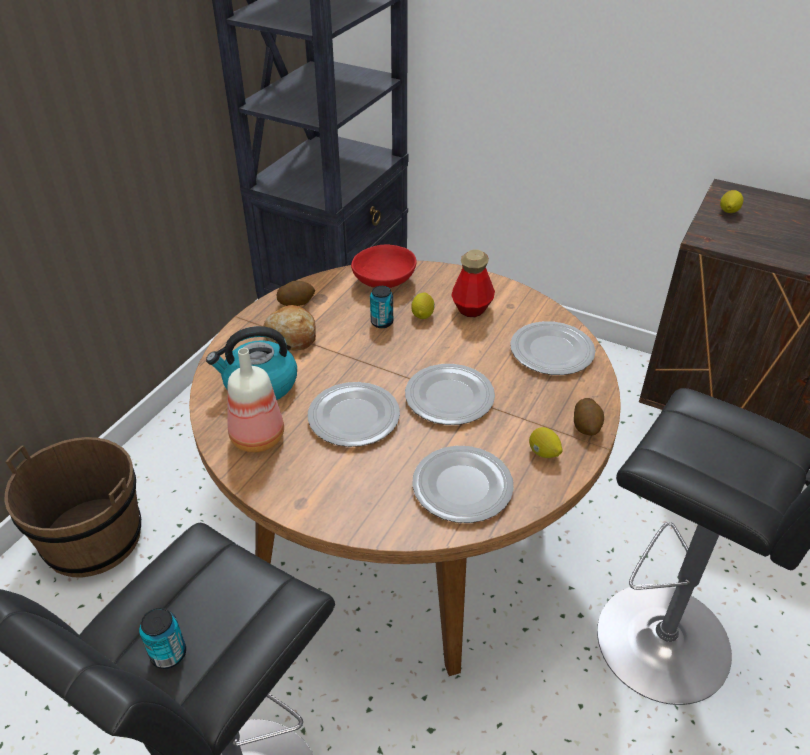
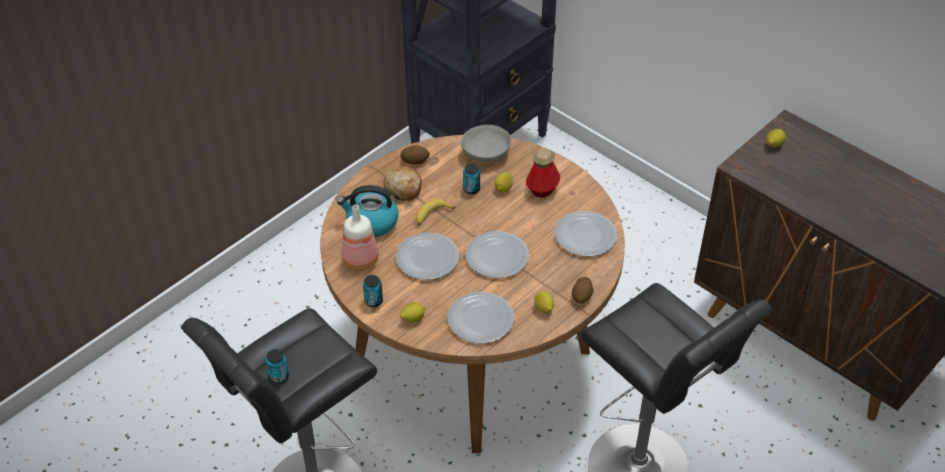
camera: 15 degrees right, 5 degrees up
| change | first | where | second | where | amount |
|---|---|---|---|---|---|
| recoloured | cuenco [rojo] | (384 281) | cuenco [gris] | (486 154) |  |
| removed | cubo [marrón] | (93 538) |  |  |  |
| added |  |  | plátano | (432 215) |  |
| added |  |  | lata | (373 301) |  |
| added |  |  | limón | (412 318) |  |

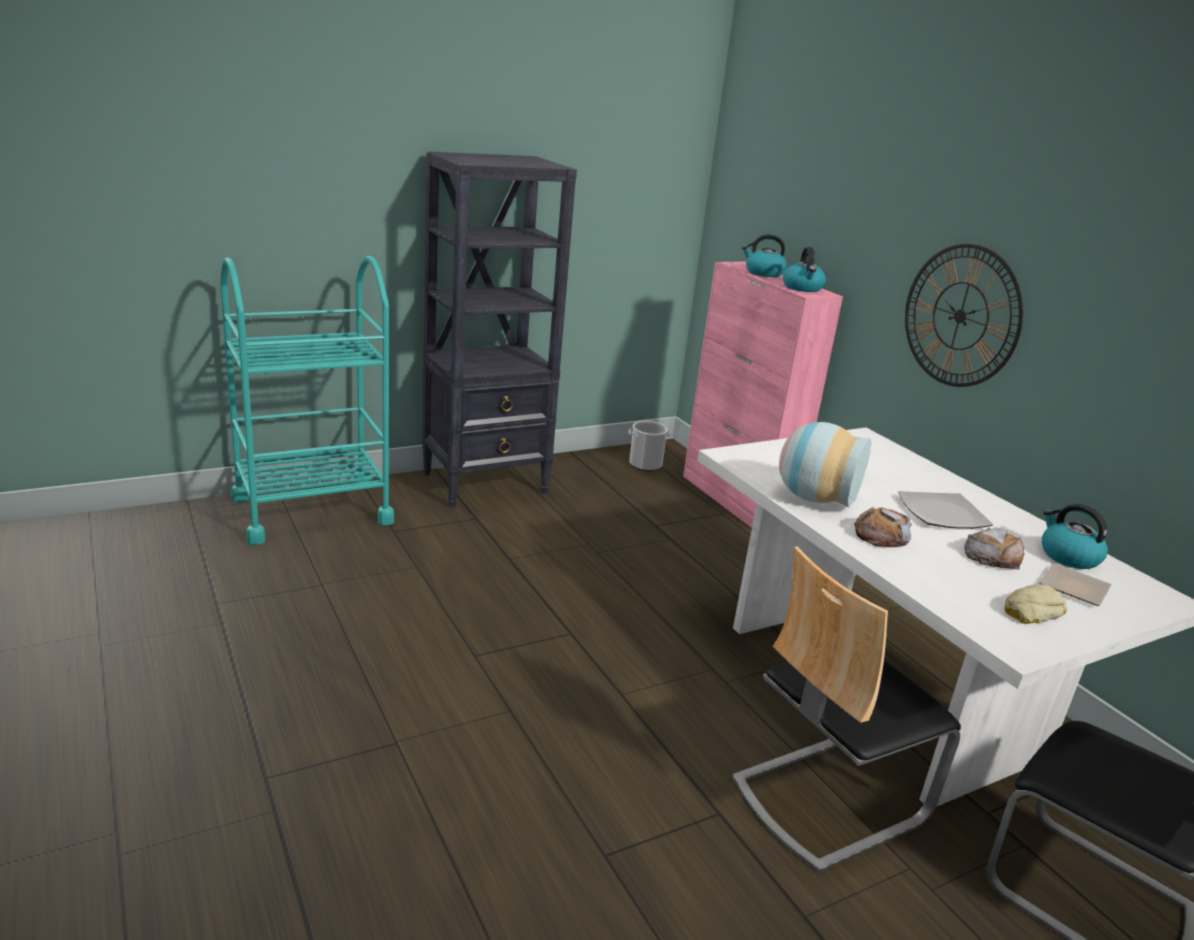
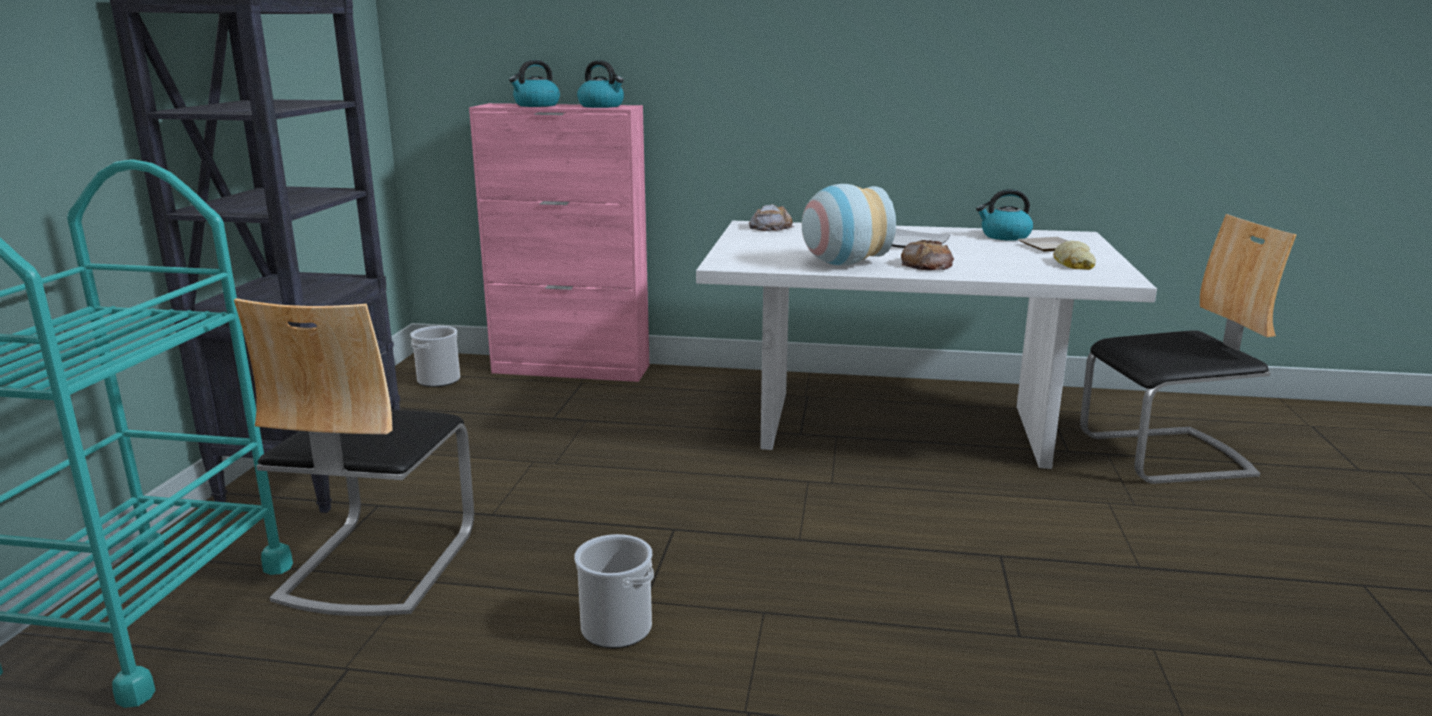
camera: 50 degrees left, 5 degrees down
| change | first | where | second | where | amount |
|---|---|---|---|---|---|
| removed | reloj de pared | (960 316) |  |  |  |
| moved | pan | (992 556) |  | (770 227) |  |
| moved | silla | (827 798) |  | (377 563) |  |
| added |  |  | cubo | (616 628) |  |

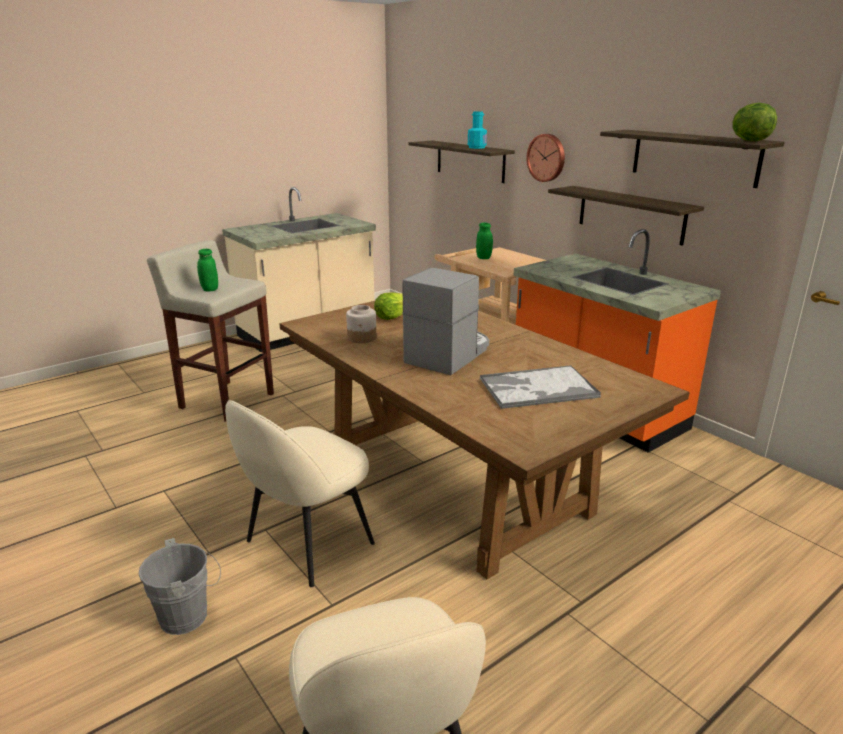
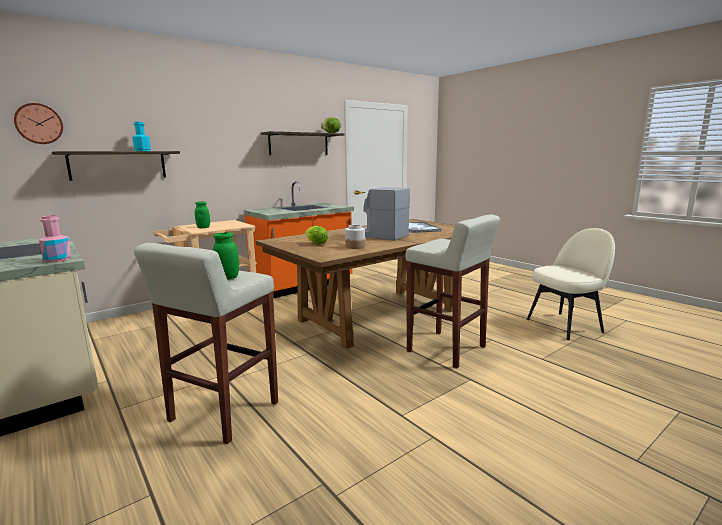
camera: 90 degrees left, 10 degrees down
| change | first | where | second | where | amount |
|---|---|---|---|---|---|
| moved | reloj de pared | (547 157) |  | (39 124) |  |
| removed | estante | (630 214) |  |  |  |
| replaced | silla [beis] | (307 544) | taburete [beis] | (447 349) |  |
| removed | cubo [gris] | (189 615) |  |  |  |
| added |  |  | botella [rosa] | (57 260) |  |

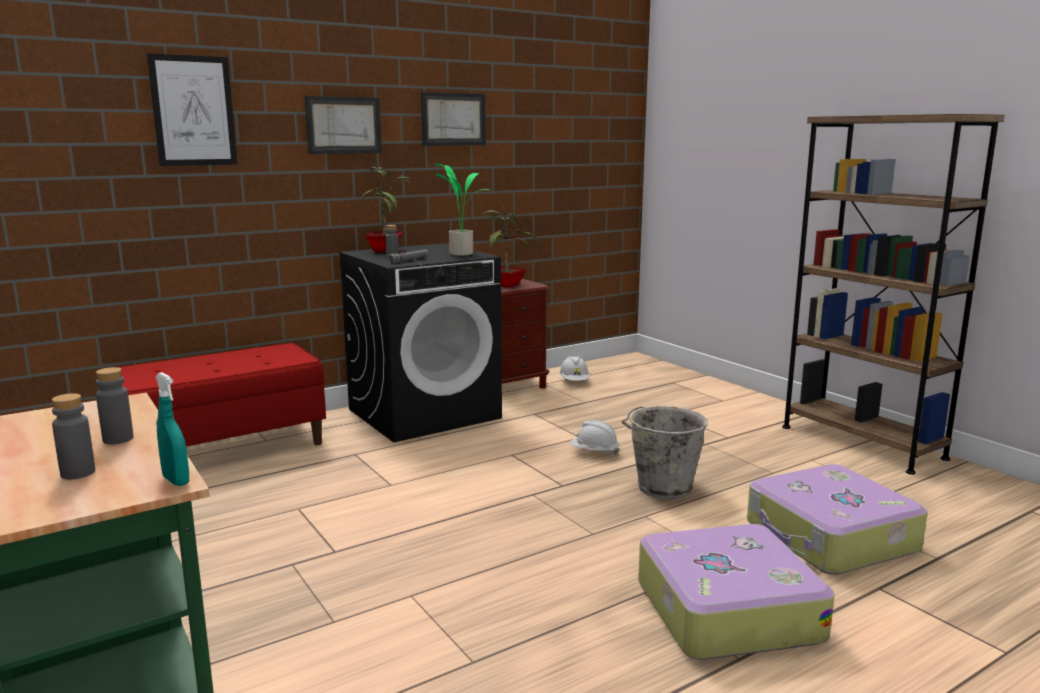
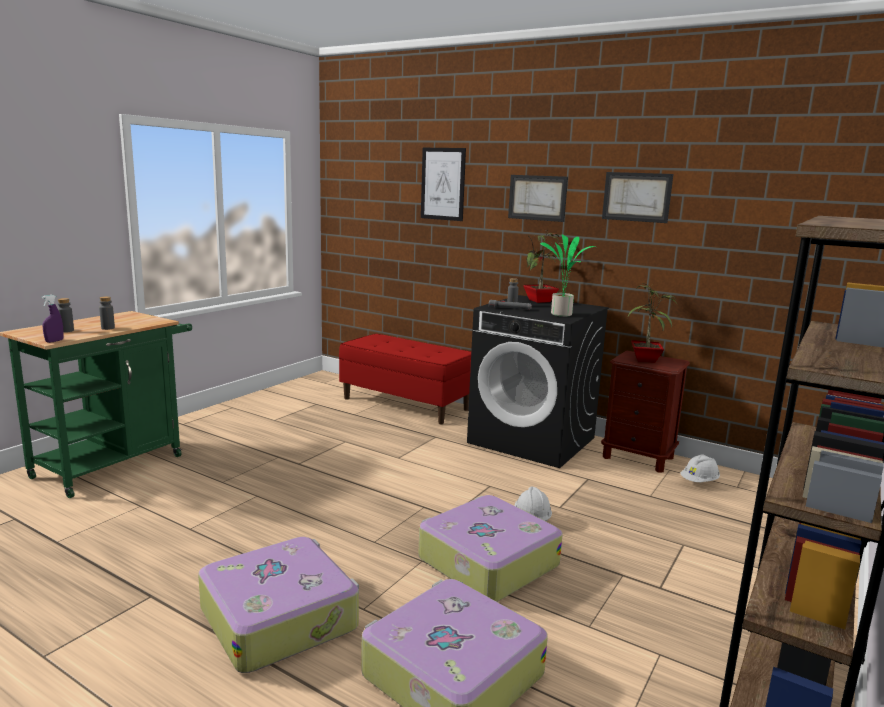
camera: 65 degrees right, 0 degrees up
| change | first | where | second | where | amount |
|---|---|---|---|---|---|
| recoloured | pulverizador [turquesa] | (176 480) | pulverizador [morado] | (54 341) |  |
| replaced | cubo [gris] | (662 488) | maleta | (486 562) |  |

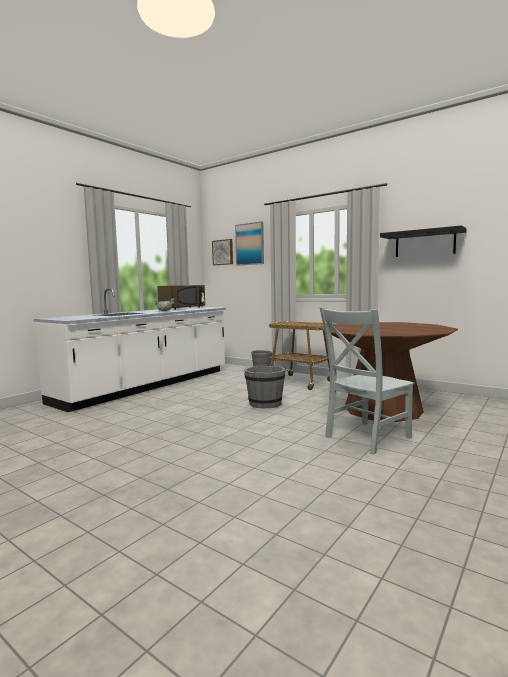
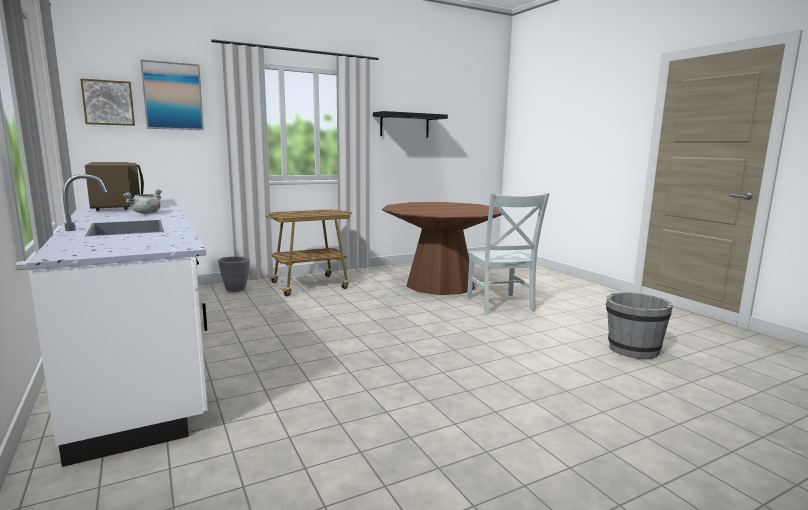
camera: 65 degrees left, 5 degrees up
| change | first | where | second | where | amount |
|---|---|---|---|---|---|
| moved | cubo [gris] | (265 404) |  | (632 350) |  |

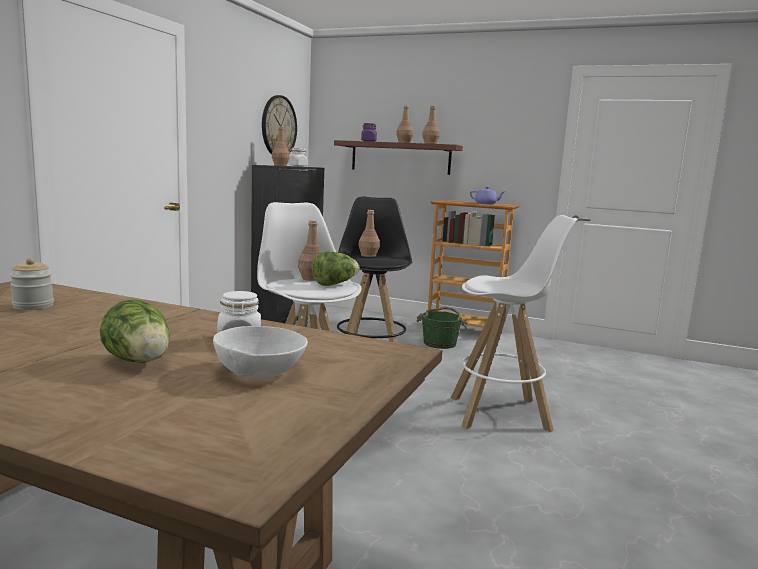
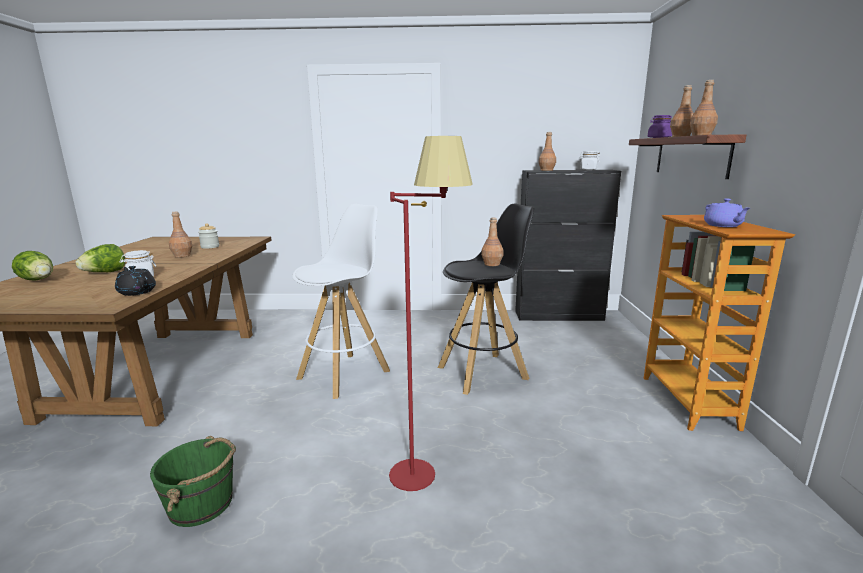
camera: 70 degrees right, 5 degrees up
| change | first | where | second | where | amount |
|---|---|---|---|---|---|
| removed | reloj de pared | (278 127) |  |  |  |
| replaced | taburete [blanco] | (501 413) | lámpara de pie [rojo] | (428 465) |  |
| moved | botella [marrón] | (311 278) |  | (182 255) |  |
| moved | lechuga | (334 284) |  | (39 280) |  |
| moved | cubo [verde] | (440 343) |  | (202 504) |  |
| removed | cuenco [blanco] | (260 372) |  |  |  |
| added |  |  | tetera [negro] | (137 292) |  |

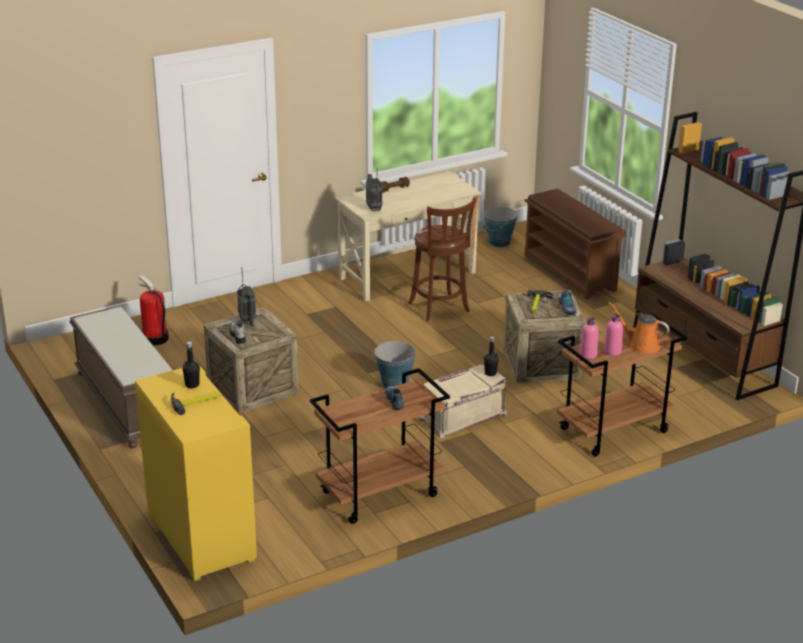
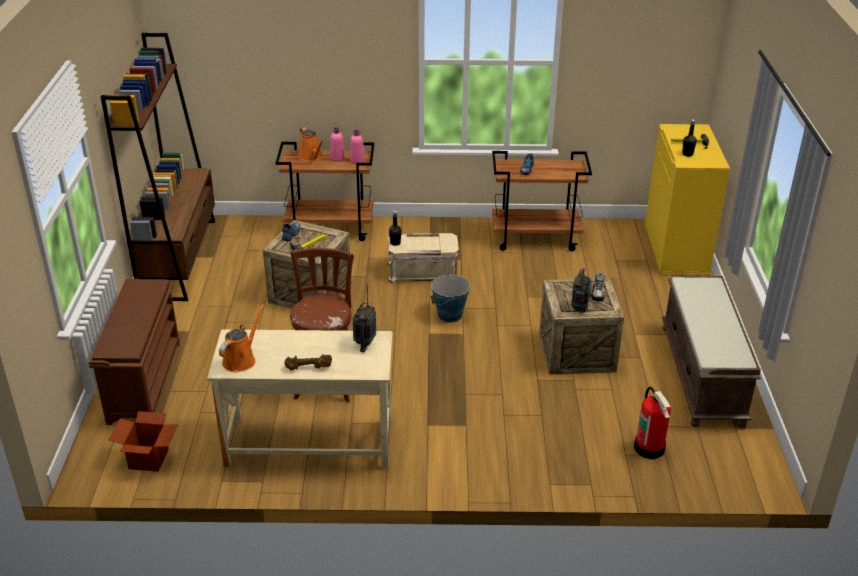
camera: 150 degrees left, 5 degrees up
| change | first | where | second | where | amount |
|---|---|---|---|---|---|
| replaced | cubo | (499 242) | caja de cartón | (148 459) |  |
| added |  |  | regadera [naranja] | (241 360) |  |

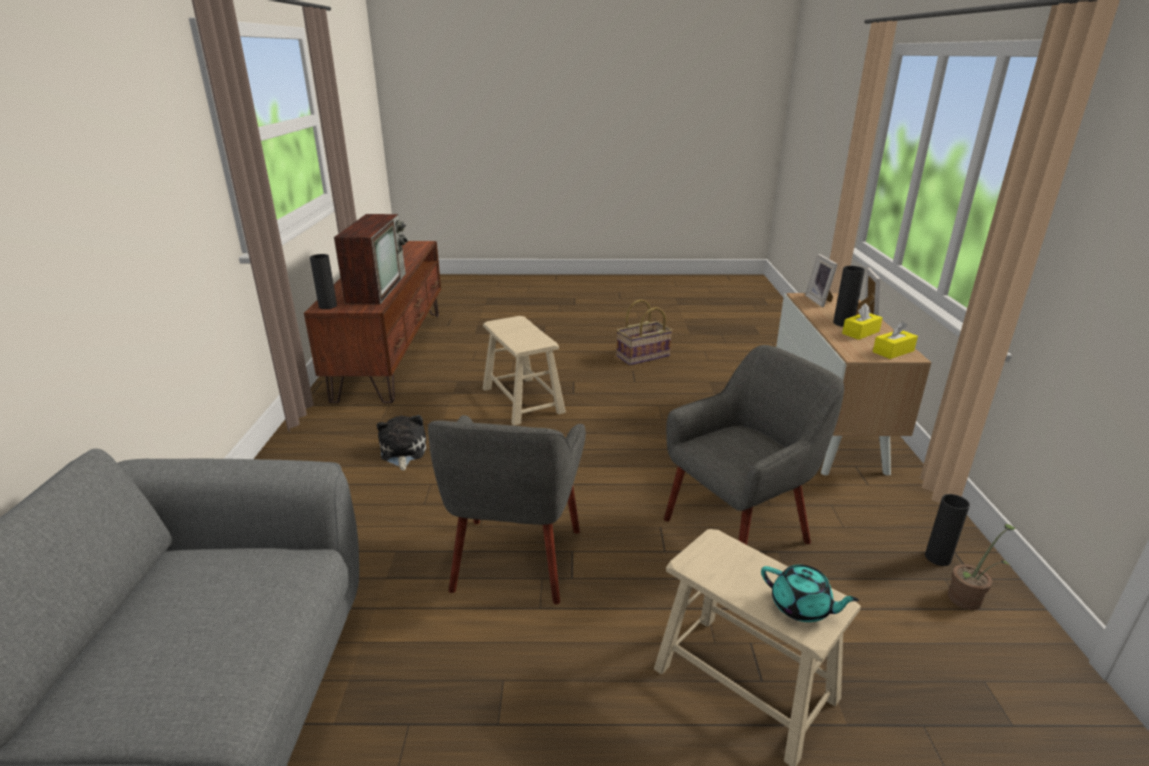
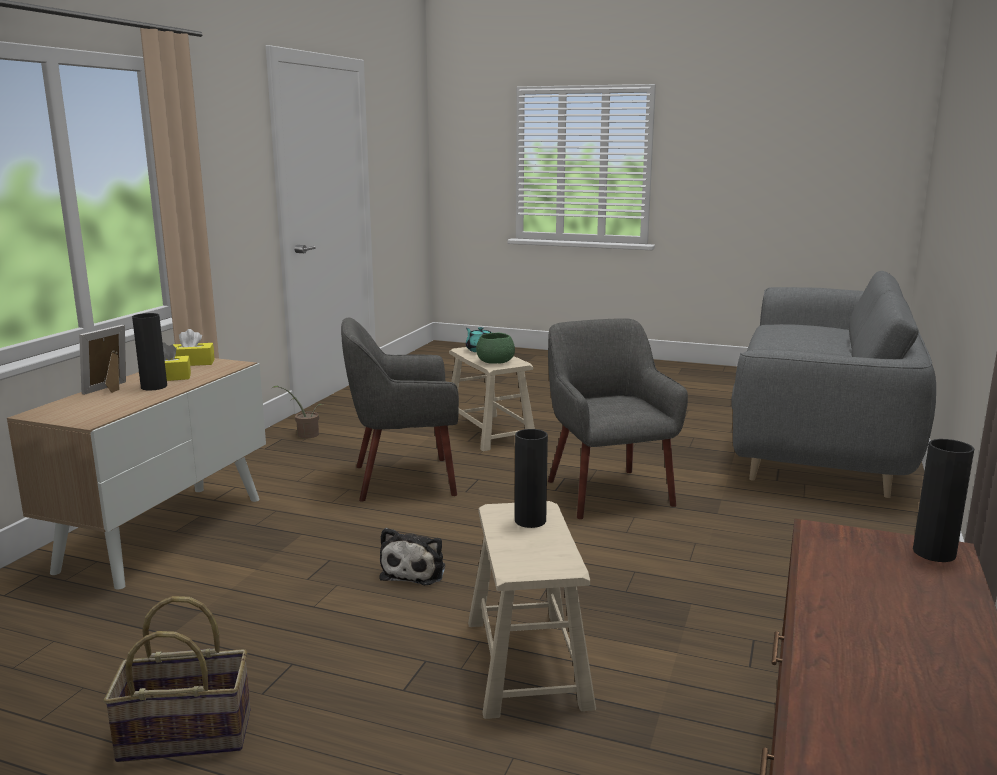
camera: 160 degrees left, 10 degrees down
| change | first | where | second | where | amount |
|---|---|---|---|---|---|
| removed | televisor | (377 287) |  |  |  |
| removed | portarretratos | (820 301) |  |  |  |
| moved | peluche | (402 452) |  | (415 571) |  |
| turned | sillón [gris] | (515 560) |  | (607 492) | 45 degrees counterclockwise |
| moved | florero [negro] | (937 558) |  | (530 521) |  |
| added |  |  | cuenco [verde] | (495 361) |  |

